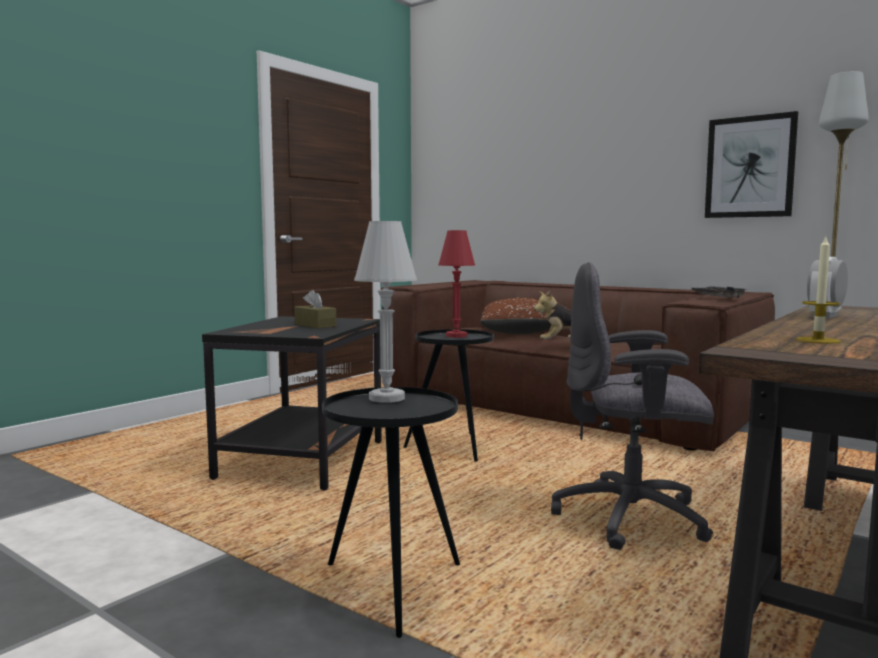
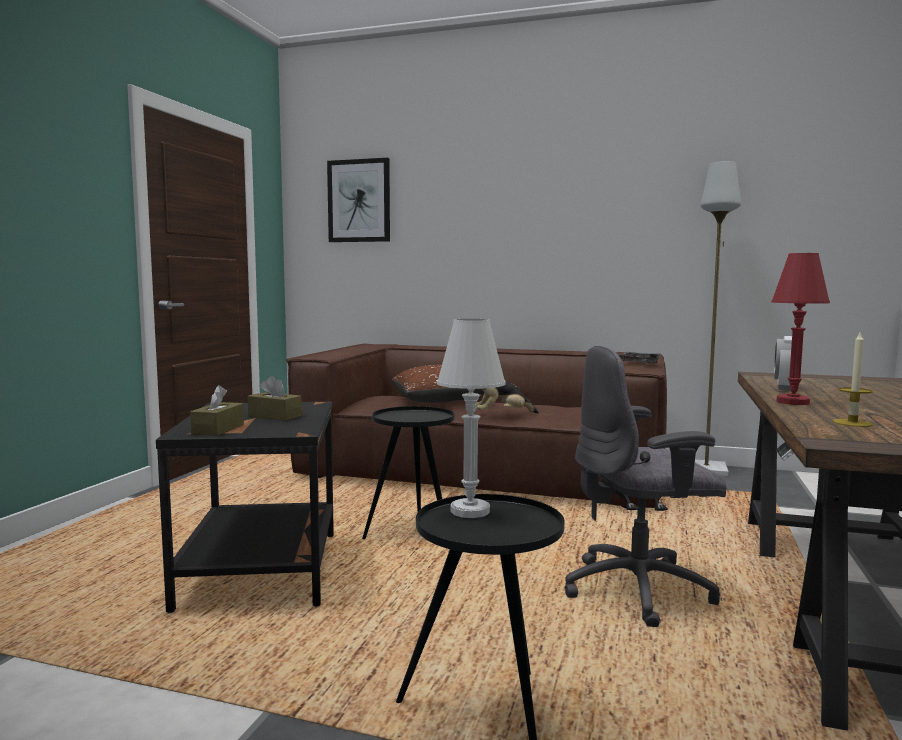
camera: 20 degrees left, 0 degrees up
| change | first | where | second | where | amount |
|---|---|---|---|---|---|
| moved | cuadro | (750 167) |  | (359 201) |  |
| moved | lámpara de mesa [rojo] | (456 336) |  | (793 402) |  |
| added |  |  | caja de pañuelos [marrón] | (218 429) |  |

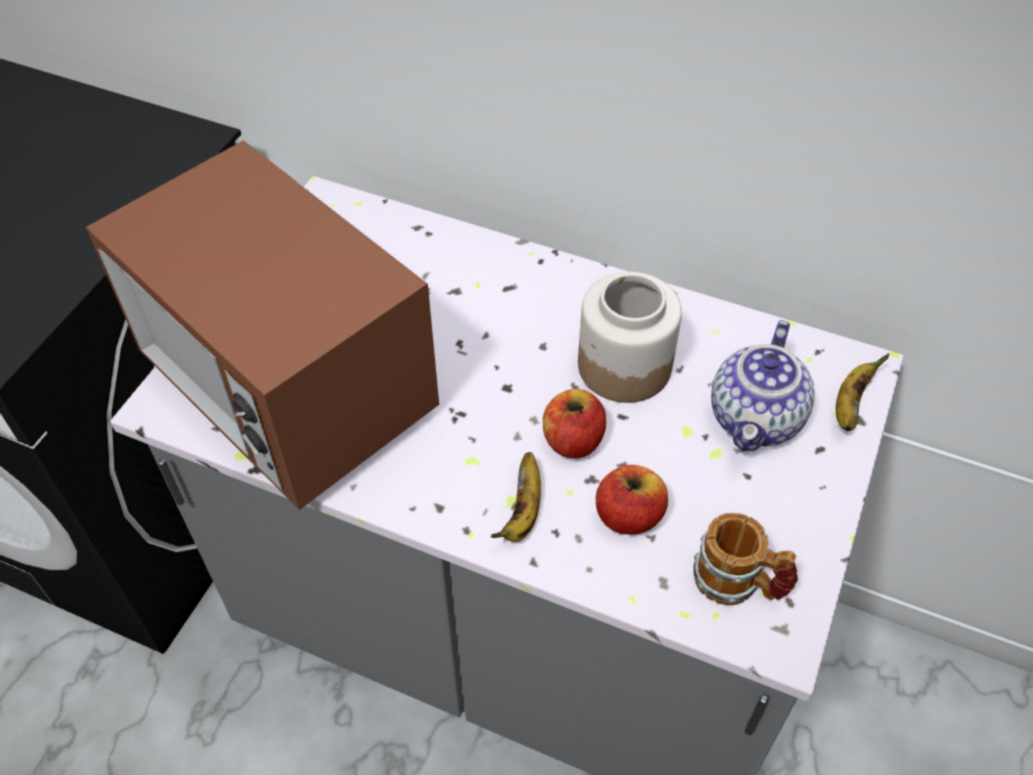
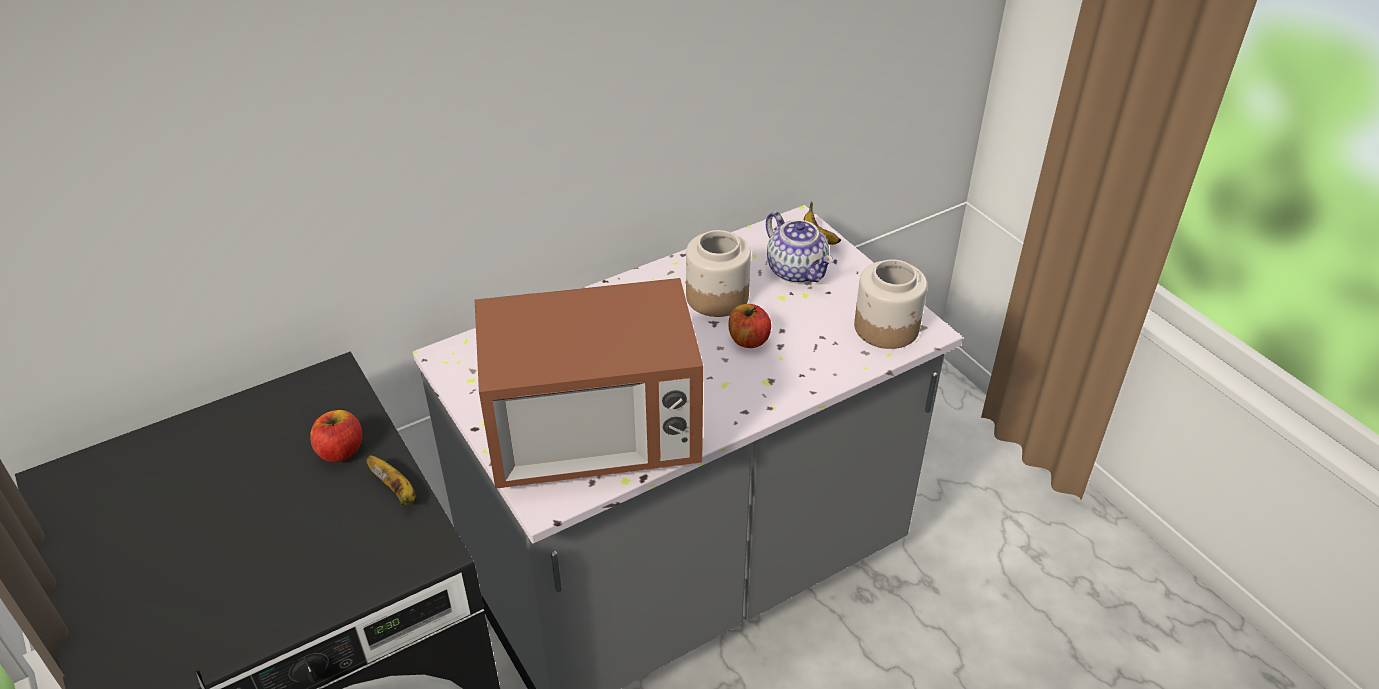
camera: 55 degrees left, 10 degrees down
| change | first | where | second | where | amount |
|---|---|---|---|---|---|
| moved | plátano | (523 511) |  | (396 490) |  |
| moved | manzana | (628 515) |  | (340 451) |  |
| replaced | taza grande | (738 583) | tarro | (887 328) |  |

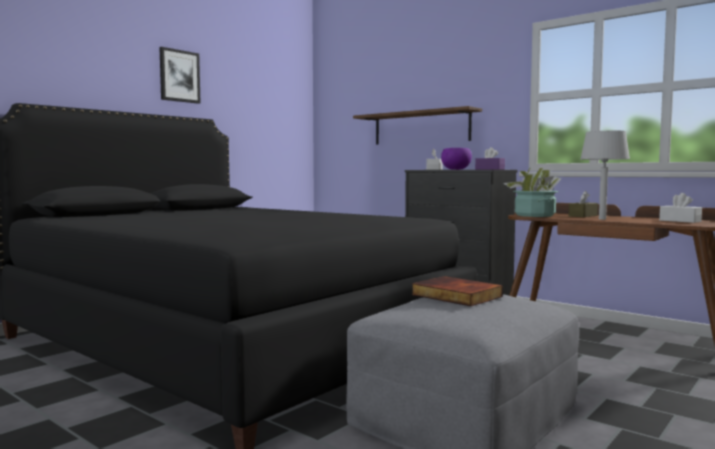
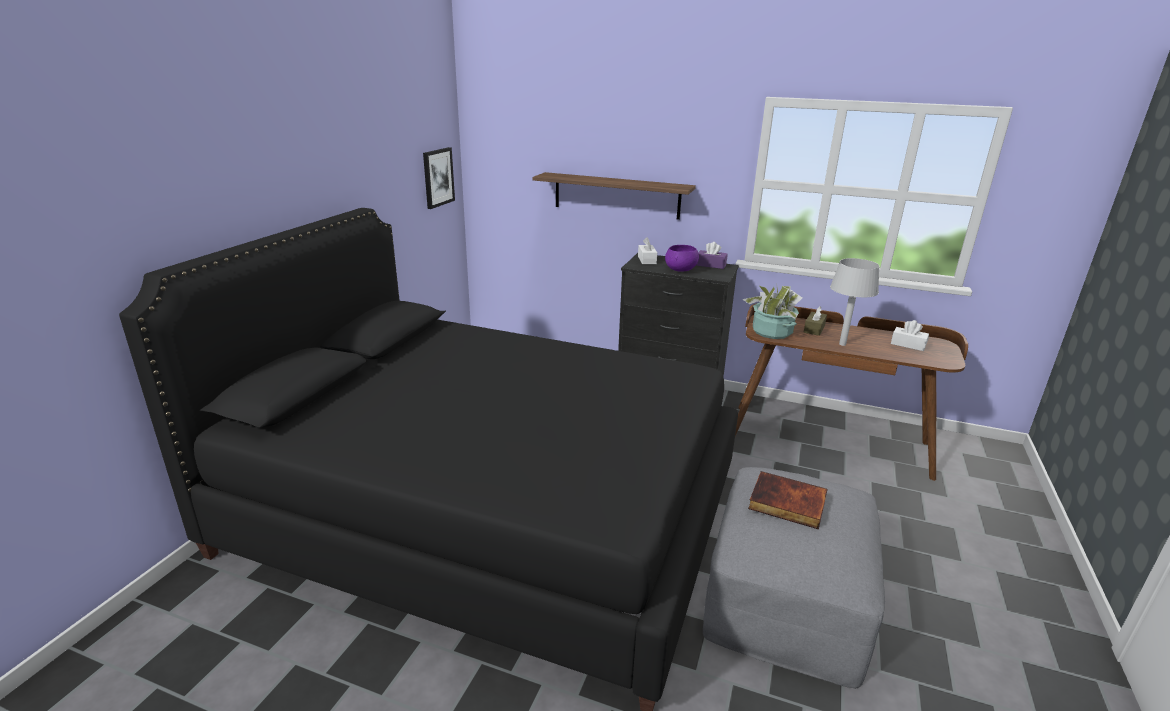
camera: 20 degrees left, 20 degrees up
| change | first | where | second | where | amount |
|---|---|---|---|---|---|
| moved | cuadro | (179 76) |  | (438 177) |  |

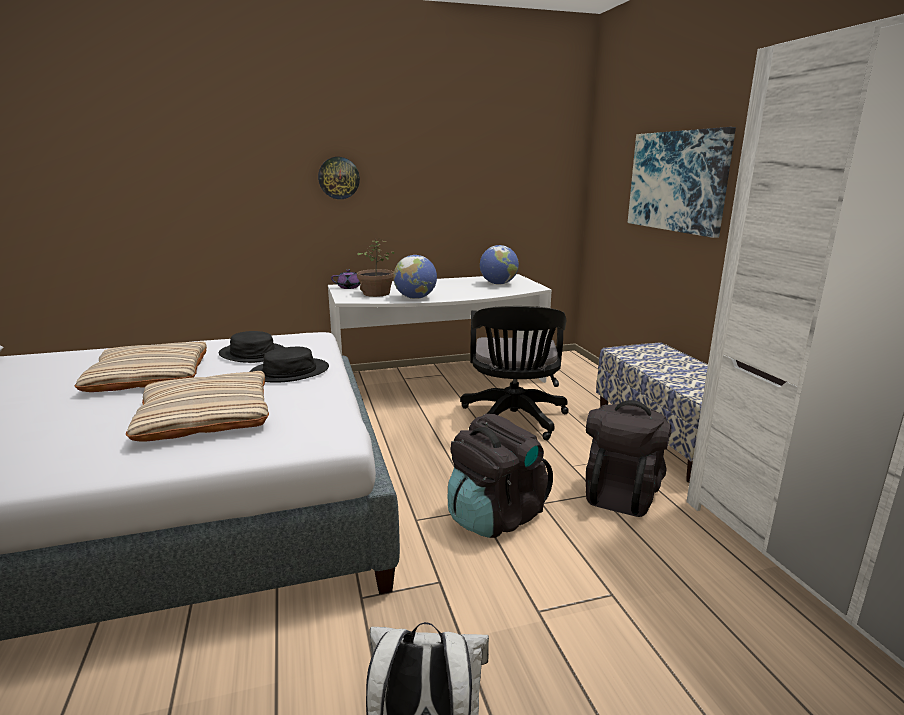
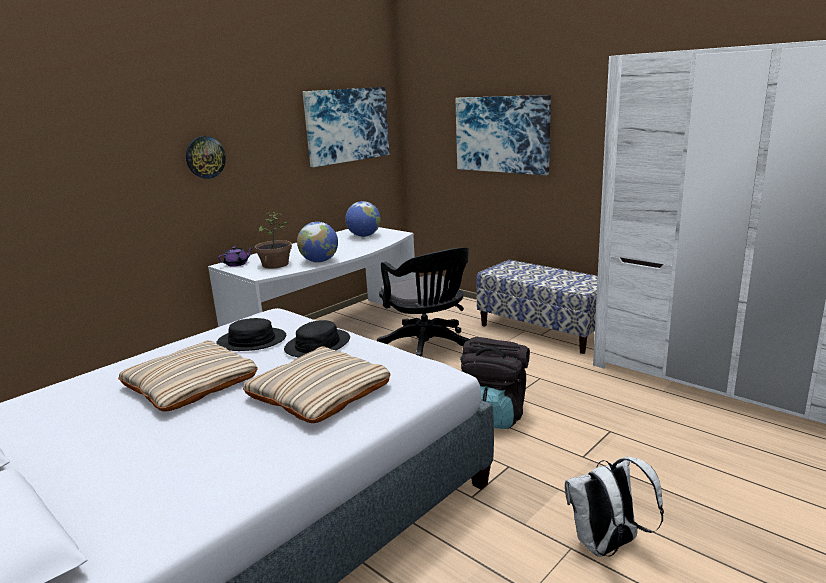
camera: 30 degrees left, 0 degrees up
| change | first | where | second | where | amount |
|---|---|---|---|---|---|
| removed | mochila [negro] | (621 493) |  |  |  |
| added |  |  | cuadro | (347 125) |  |

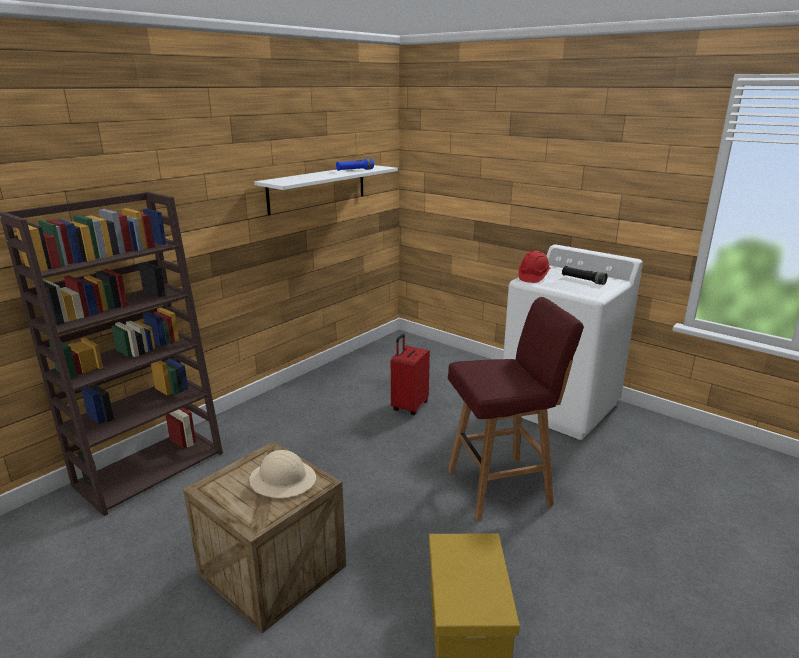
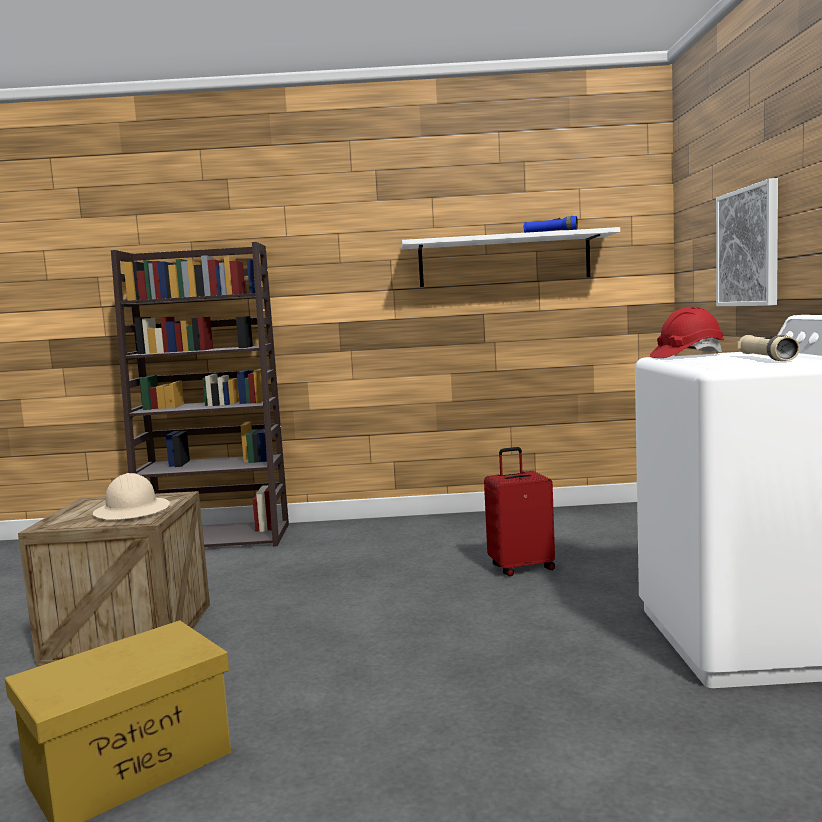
camera: 50 degrees right, 15 degrees down
| change | first | where | second | where | amount |
|---|---|---|---|---|---|
| recoloured | linterna [negro] | (583 280) | linterna [beis] | (766 358) |  |
| removed | taburete [rojo] | (501 487) |  |  |  |
| added |  |  | cuadro | (748 247) |  |

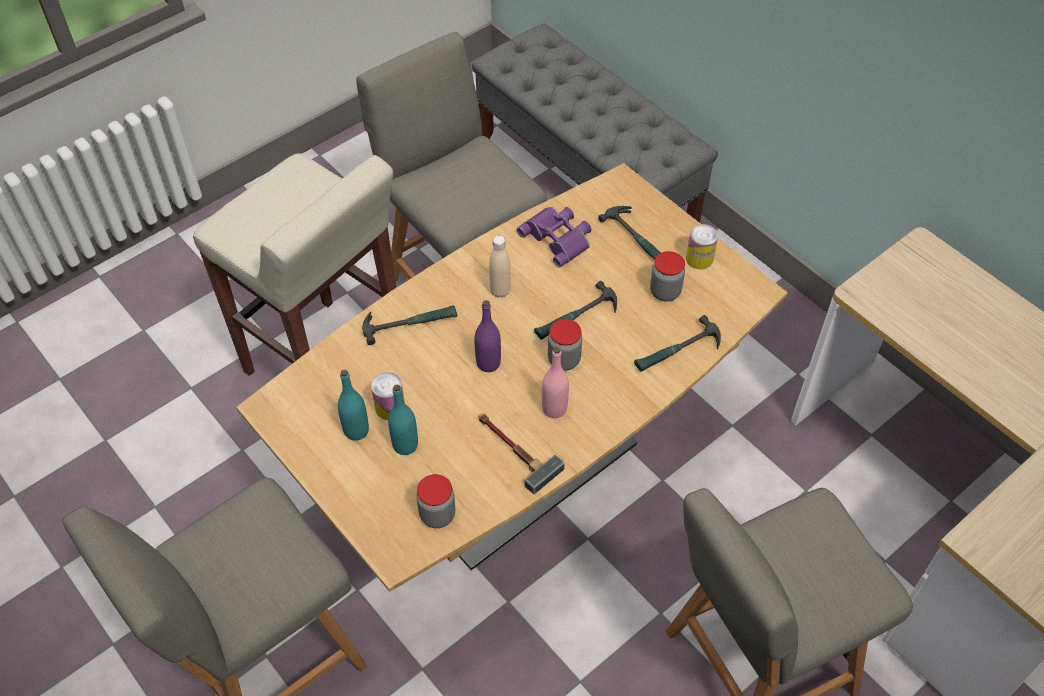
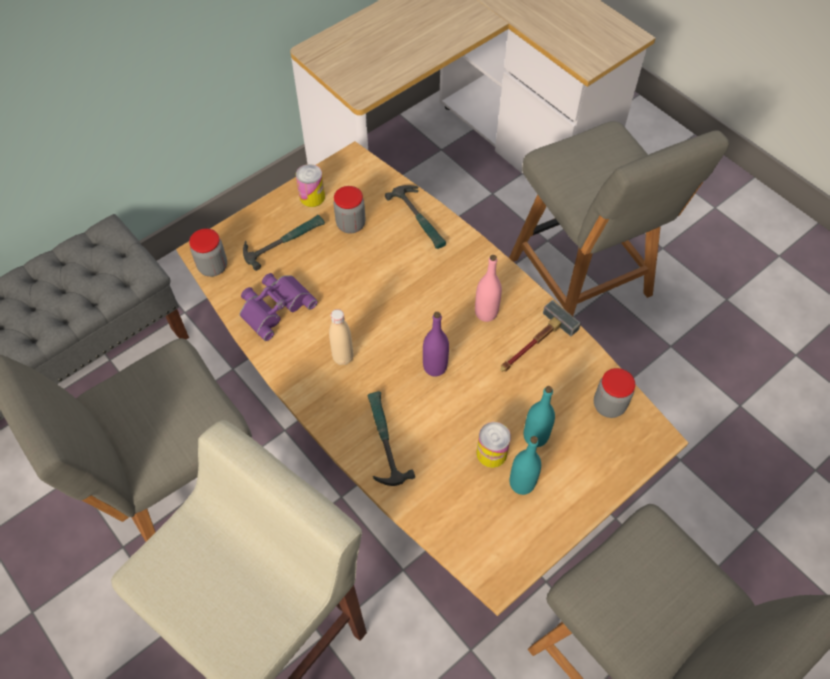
camera: 90 degrees left, 5 degrees up
| change | first | where | second | where | amount |
|---|---|---|---|---|---|
| removed | martillo | (576 318) |  |  |  |
| moved | tarro | (564 360) |  | (213 267) |  |

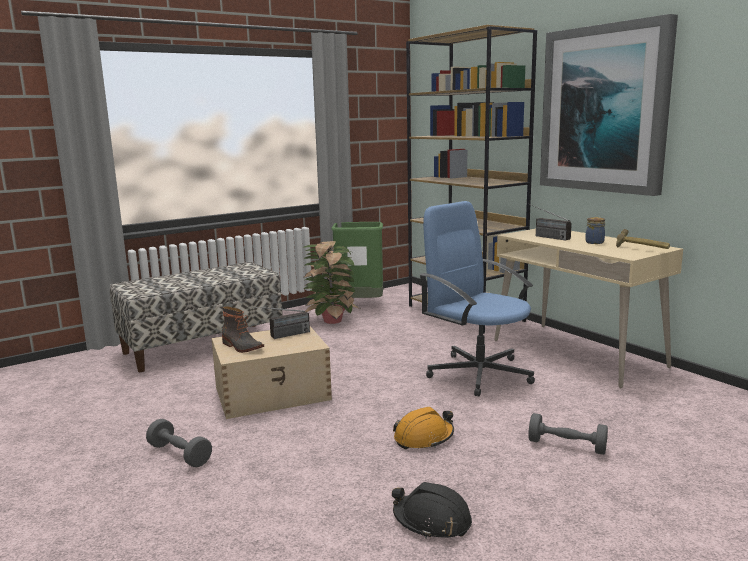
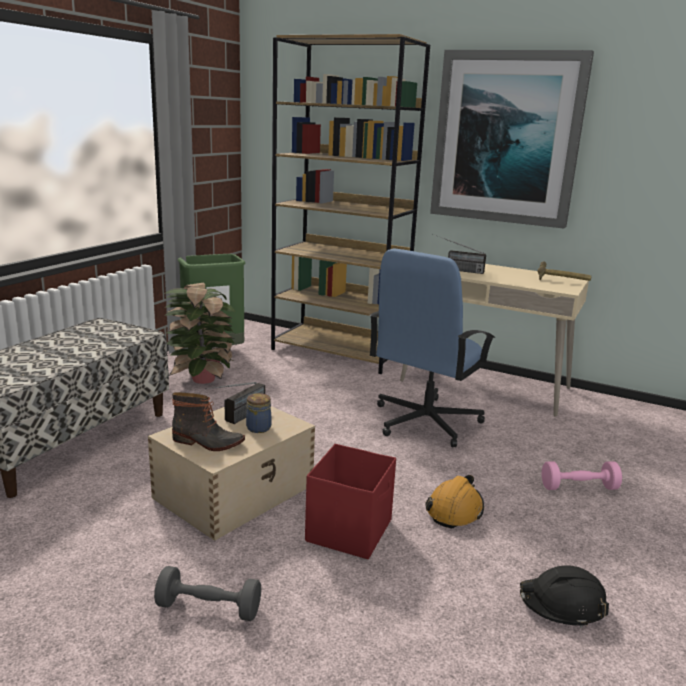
camera: 30 degrees left, 5 degrees up
| change | first | where | second | where | amount |
|---|---|---|---|---|---|
| turned | silla de oficina [azul] | (478 373) |  | (425 422) | 75 degrees counterclockwise |
| moved | tarro | (595 242) |  | (259 427) |  |
| recoloured | mancuerna [gris] | (567 446) | mancuerna [rosa] | (579 487) |  |
| added |  |  | caja de almacenaje [rojo] | (350 530) |  |

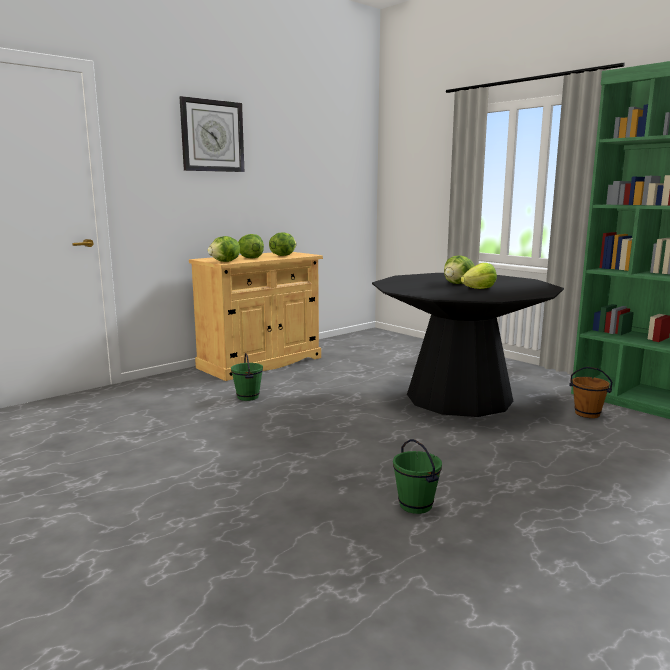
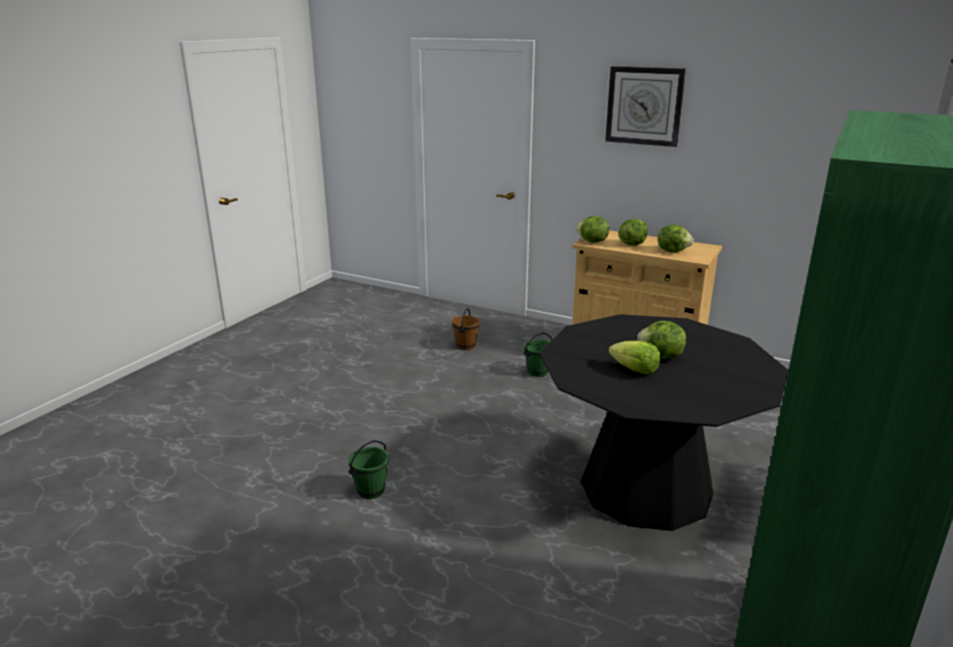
camera: 70 degrees right, 10 degrees up
| change | first | where | second | where | amount |
|---|---|---|---|---|---|
| moved | cubo [marrón] | (587 414) |  | (465 346) |  |

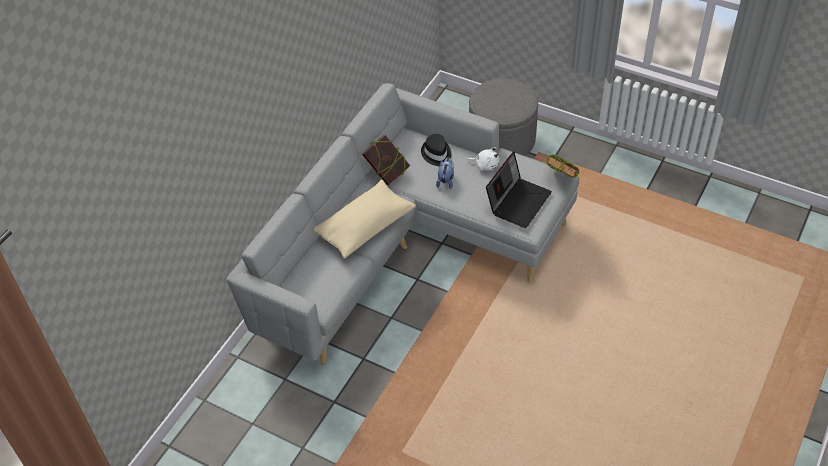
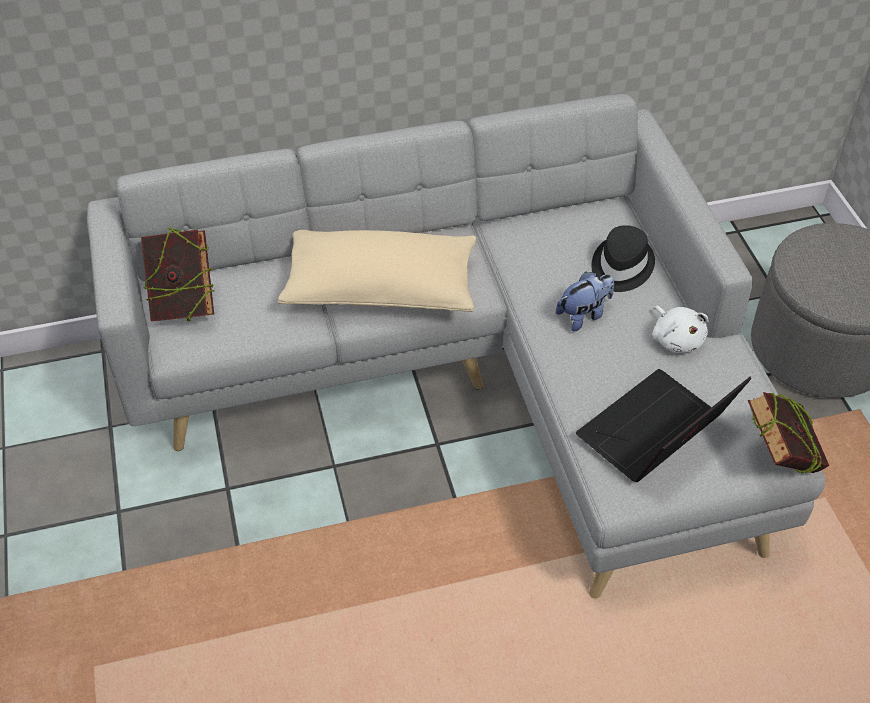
camera: 45 degrees right, 0 degrees up
| change | first | where | second | where | amount |
|---|---|---|---|---|---|
| moved | libro | (387 174) |  | (184 304) |  |
| turned | portátil | (518 201) |  | (655 435) | 150 degrees clockwise |

